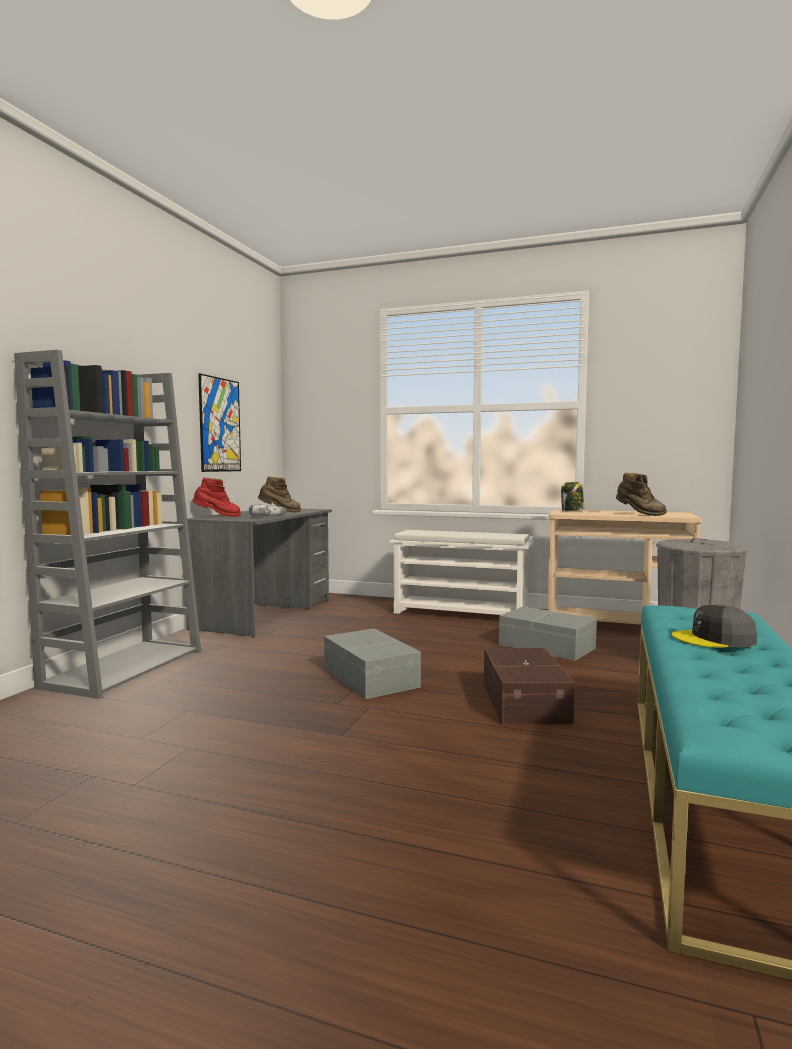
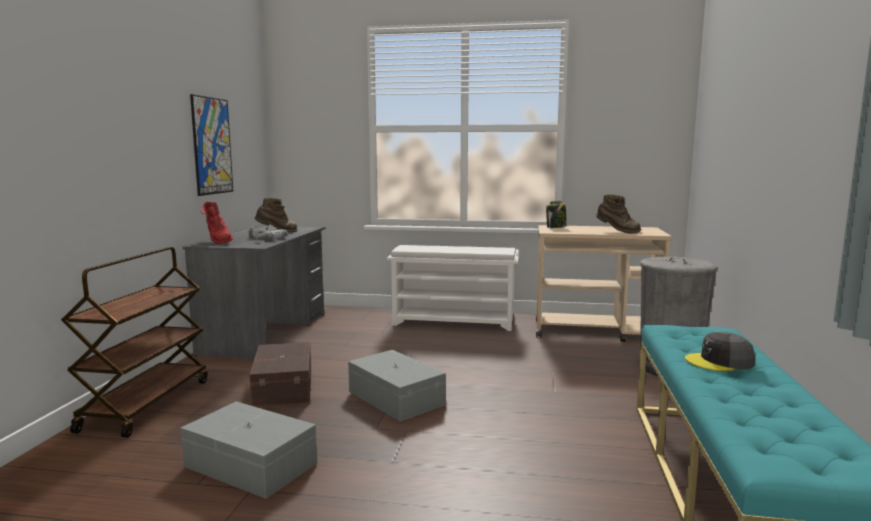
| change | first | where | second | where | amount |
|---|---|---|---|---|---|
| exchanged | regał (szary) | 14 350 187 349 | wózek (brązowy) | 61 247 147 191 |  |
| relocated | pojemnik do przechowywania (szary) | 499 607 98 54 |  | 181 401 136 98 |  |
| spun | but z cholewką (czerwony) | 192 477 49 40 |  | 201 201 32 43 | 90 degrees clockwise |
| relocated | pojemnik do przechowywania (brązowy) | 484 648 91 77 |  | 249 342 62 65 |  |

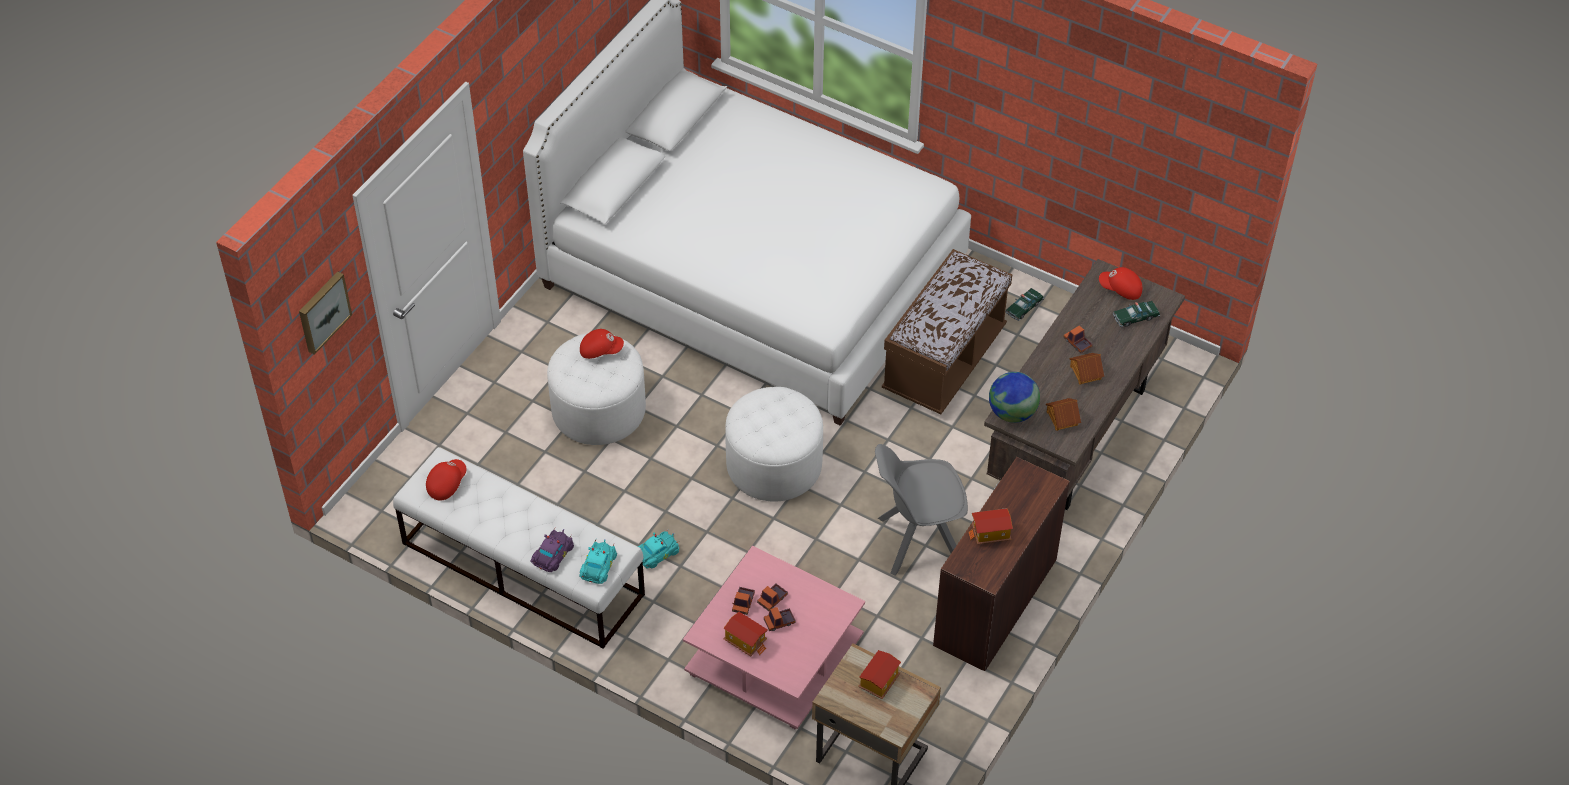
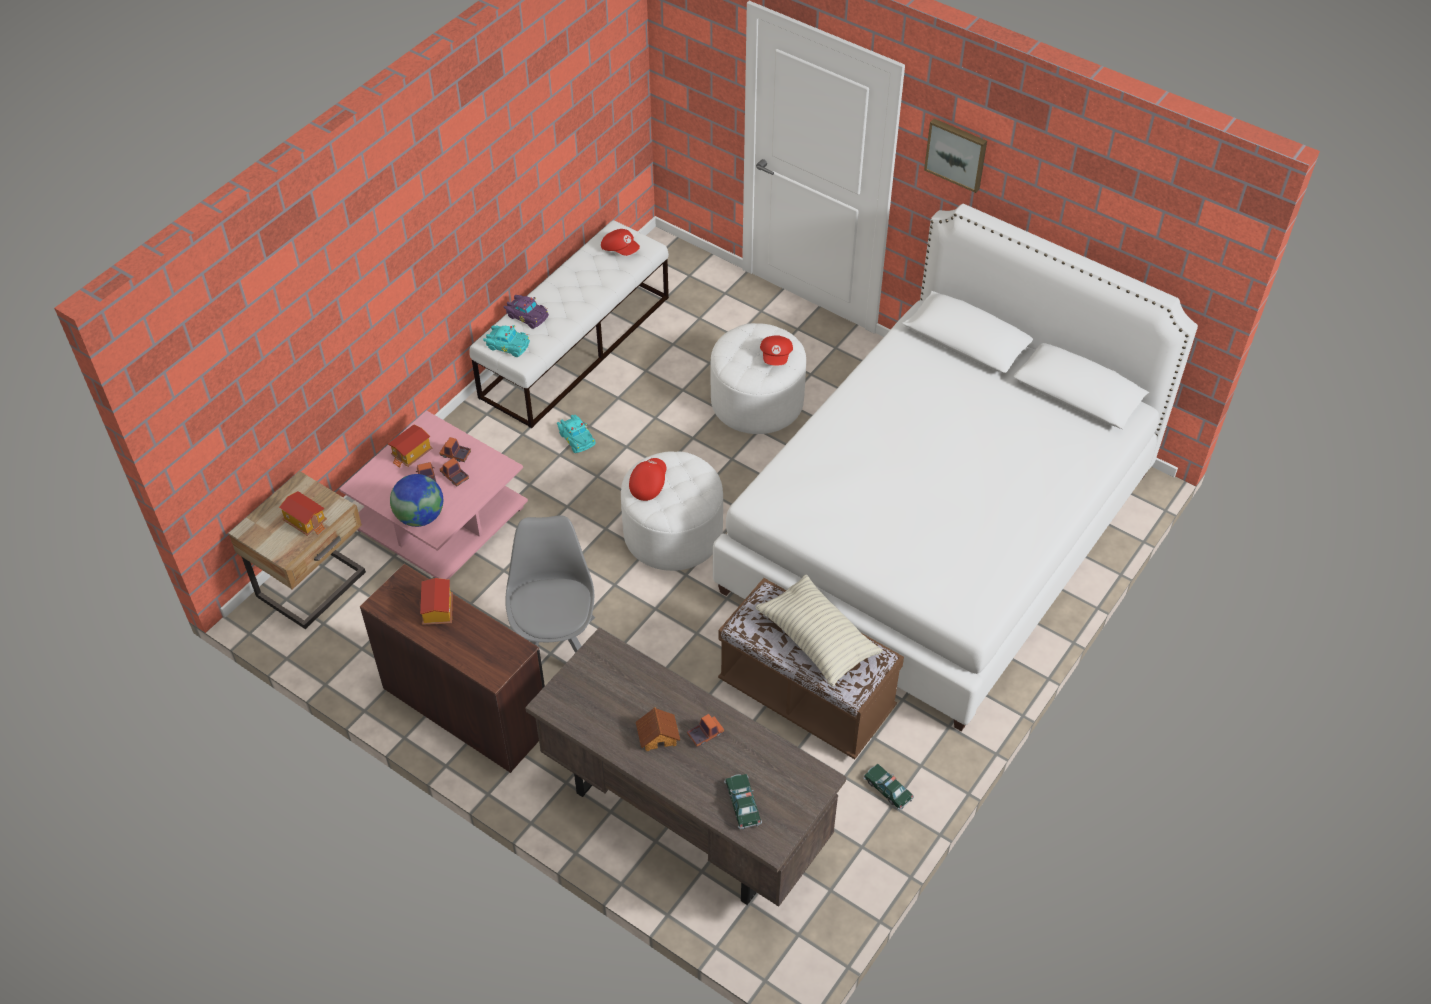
| change | first | where | second | where | amount |
|---|---|---|---|---|---|
| relocated | globus | 989 372 51 51 |  | 390 474 53 53 |  |
| relocated | czapka z daszkiem (czerwony) | 1099 267 43 33 |  | 629 458 37 43 |  |
| appeared |  |  | poduszka | 755 575 128 112 |  |
| relocated | obraz | 299 272 53 83 |  | 924 119 63 74 |  |
| missing | domek | 1046 398 35 33 |  |  |  |

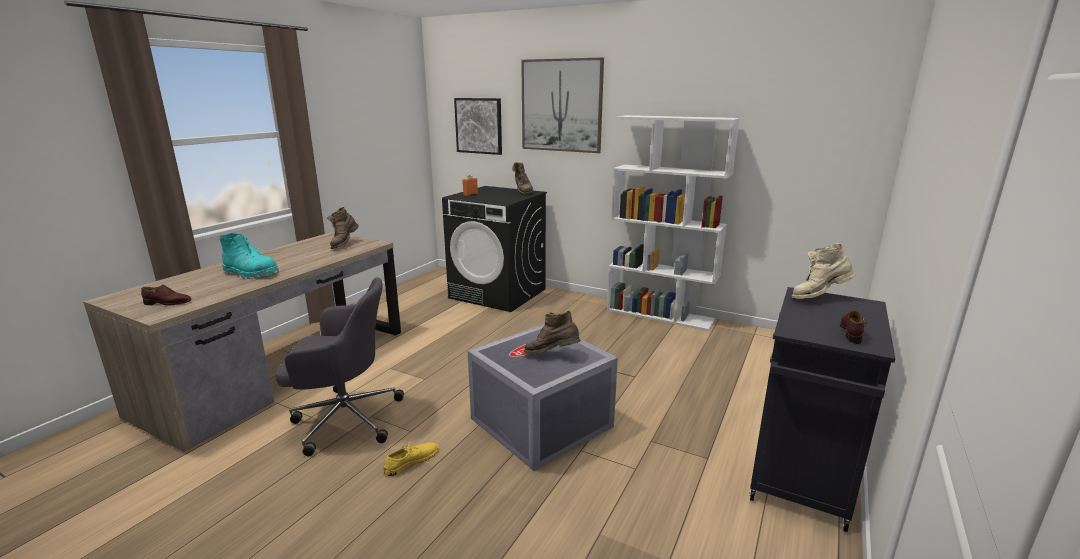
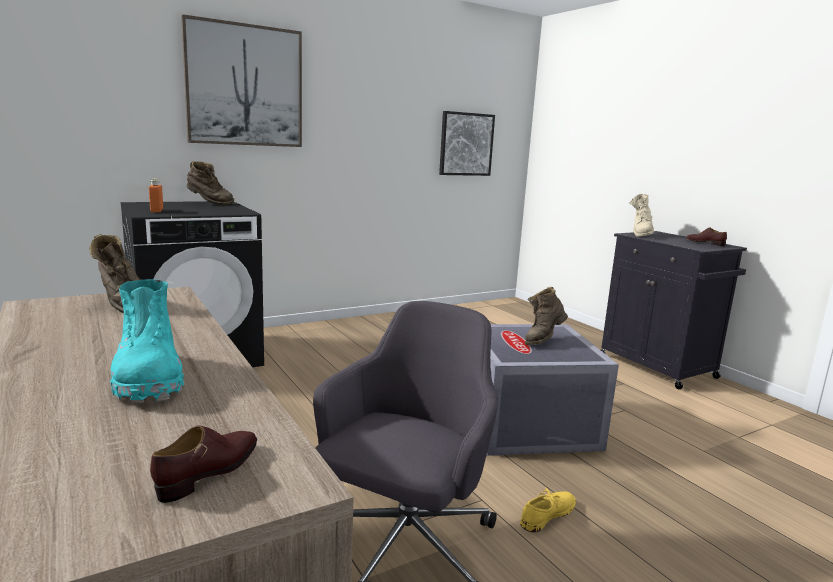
| change | first | where | second | where | amount |
|---|---|---|---|---|---|
| spun | but z cholewką (turkusowy) | 219 233 60 46 |  | 110 279 74 124 | 105 degrees clockwise |
| relocated | obraz | 454 98 48 57 |  | 439 111 56 65 |  |
| spun | but (żółty) | 383 442 56 34 |  | 520 488 56 44 | 60 degrees clockwise |
| missing | regał (biały) | 607 115 133 216 |  |  |  |

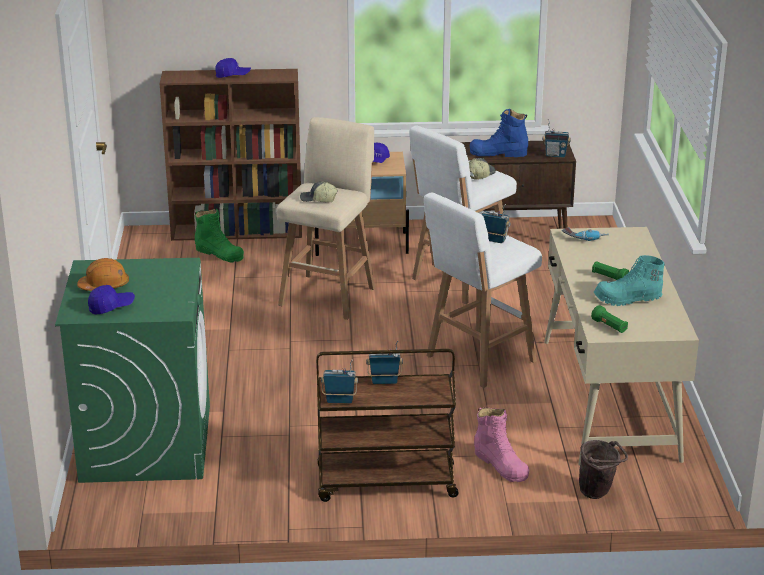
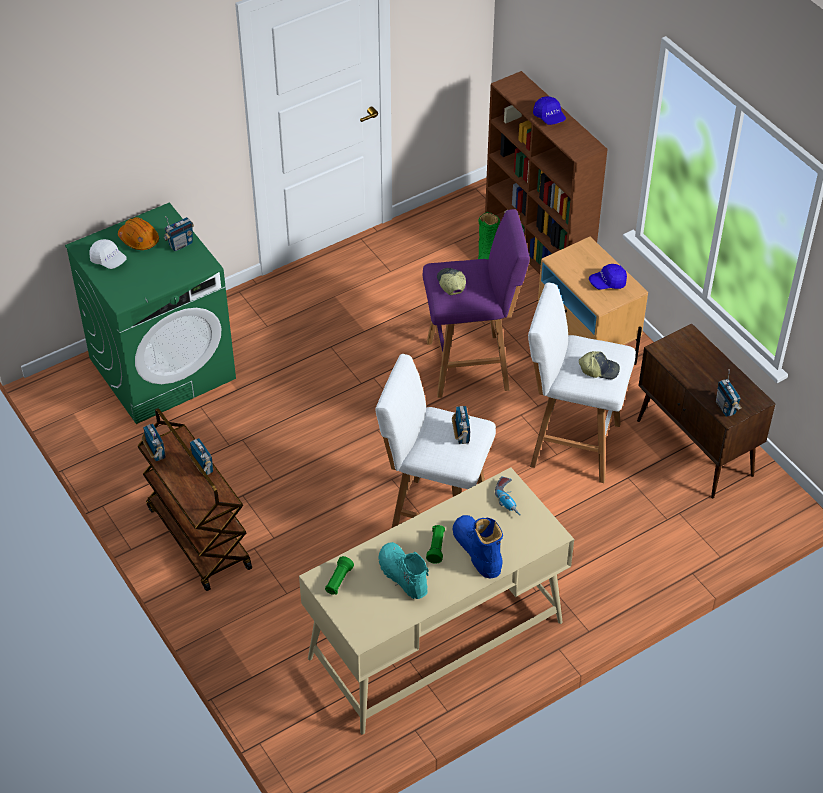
| change | first | where | second | where | amount |
|---|---|---|---|---|---|
| colour | czapka z daszkiem (niebieski) | 88 285 47 30 | czapka z daszkiem (biały) | 89 239 38 30 |  |
| appeared |  |  | radio | 164 216 30 35 |  |
| colour | stołek (beżowy) | 276 117 99 203 | stołek (fioletowy) | 423 209 107 189 |  |
| relocated | but z cholewką (niebieski) | 470 109 58 48 |  | 453 515 50 63 |  |
| missing | but z cholewką (różowy) | 474 407 55 75 |  |  |  |
| missing | wiadro (brązowy) | 579 440 49 59 |  |  |  |

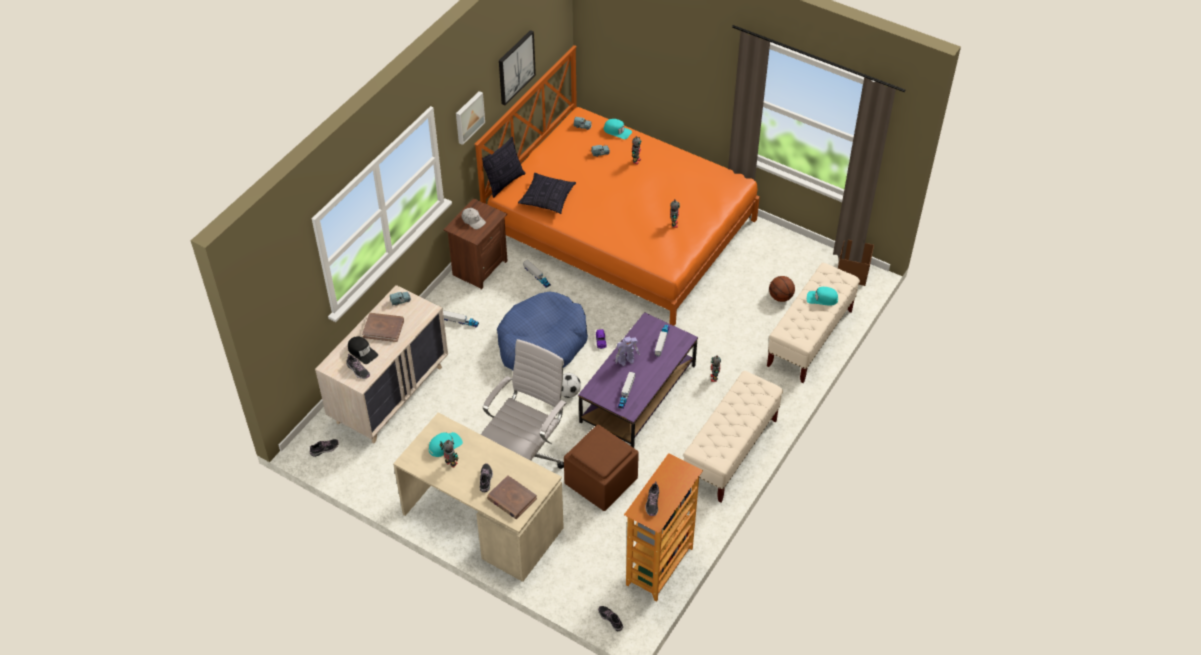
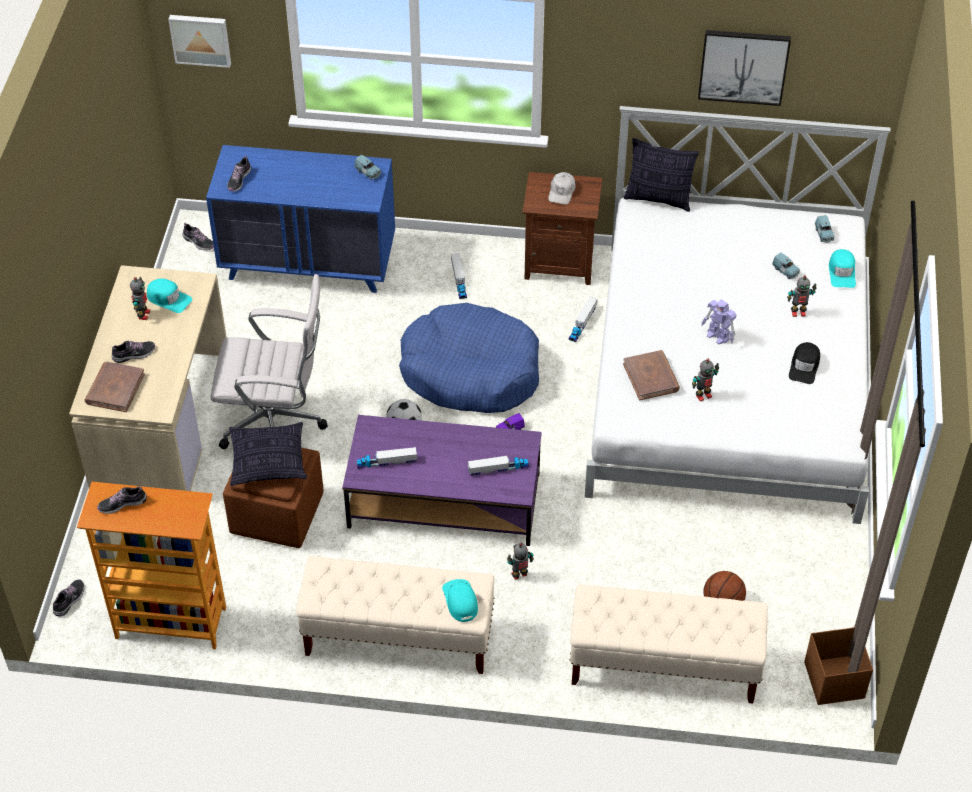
| change | first | where | second | where | amount |
|---|---|---|---|---|---|
| relocated | obraz | 456 91 29 54 |  | 168 15 63 53 |  |
| colour | komoda (beżowy) | 315 285 133 158 | komoda (niebieski) | 206 145 189 148 |  |
| relocated | poduszka | 518 173 58 41 |  | 229 422 78 64 |  |
| relocated | czapka z daszkiem (turkusowy) | 807 287 31 19 |  | 442 579 36 43 |  |
| colour | łóżko (pomarańczowy) | 474 45 286 281 | łóżko (biały) | 585 106 306 418 |  |
| relocated | książka (brązowy) | 362 313 42 29 |  | 623 350 57 50 |  |
| relocated | robot zabawkowy | 615 337 25 29 |  | 701 299 35 45 |  |
| relocated | czapka z daszkiem (czarny) | 348 336 30 28 |  | 789 342 31 42 |  |

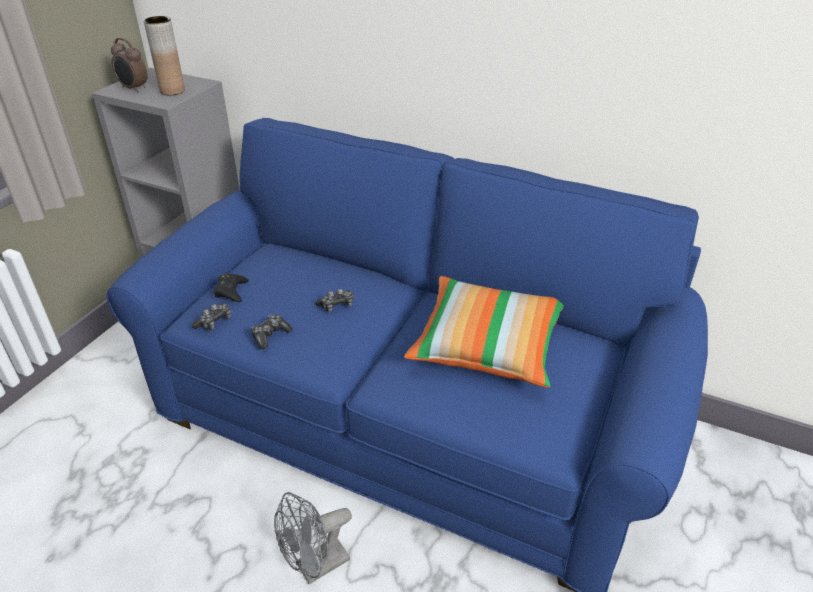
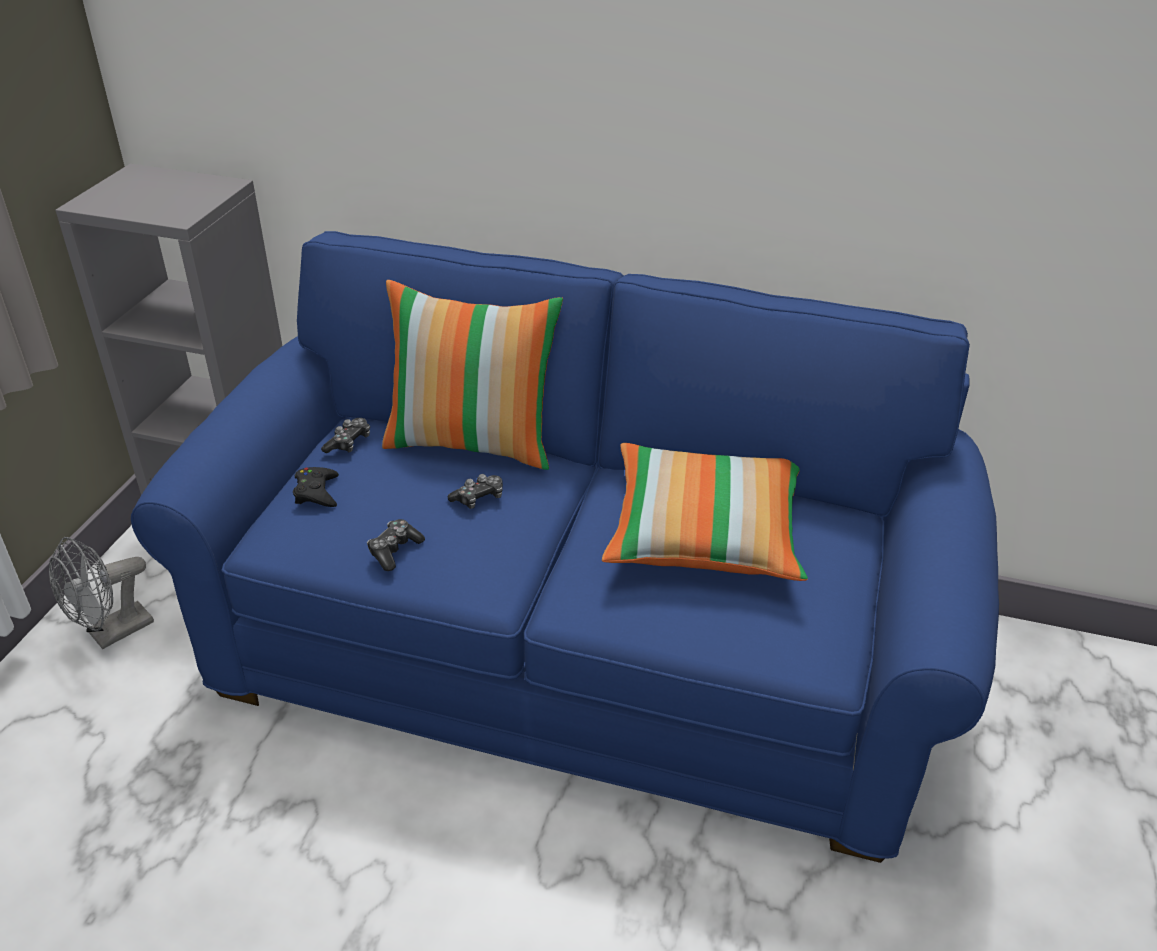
| change | first | where | second | where | amount |
|---|---|---|---|---|---|
| relocated | wentylator (szary) | 274 492 78 92 |  | 49 537 105 112 |  |
| relocated | pad do gier | 192 303 39 27 |  | 321 418 49 36 |  |
| appeared |  |  | poduszka | 382 280 181 190 |  |
| missing | budzik | 111 38 37 54 |  |  |  |
| missing | wazon (brązowy) | 144 16 41 79 |  |  |  |

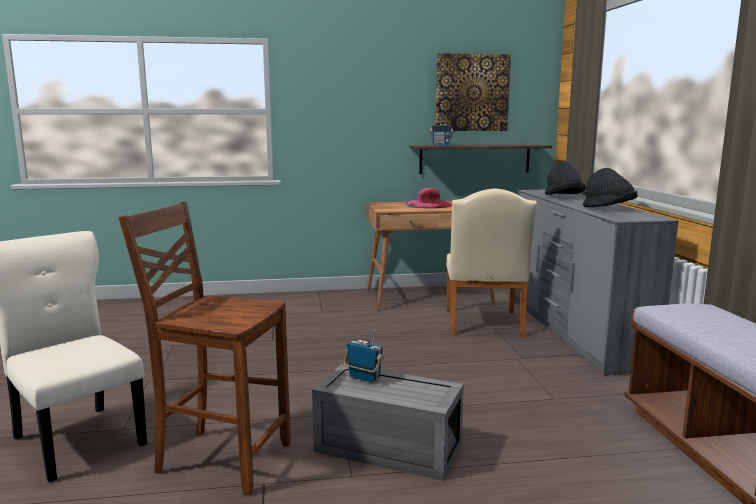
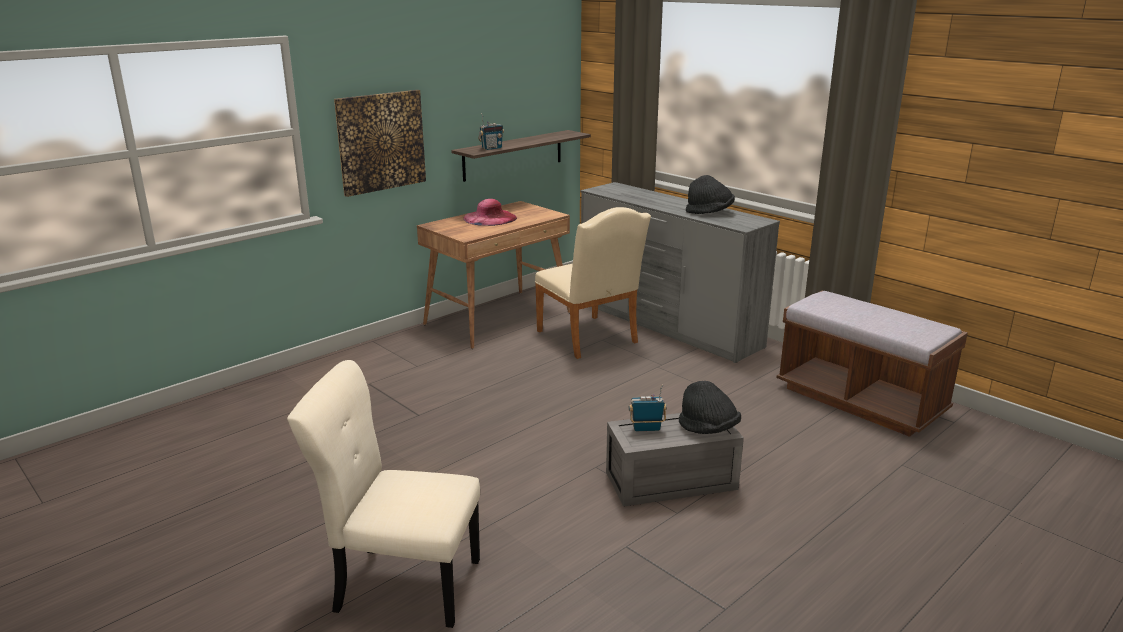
| change | first | where | second | where | amount |
|---|---|---|---|---|---|
| relocated | obraz | 435 53 76 78 |  | 334 90 92 107 |  |
| relocated | kapelusz (czarny) | 545 161 41 34 |  | 679 381 62 53 |  |
| missing | krzesło (brązowy) | 119 201 172 294 |  |  |  |

